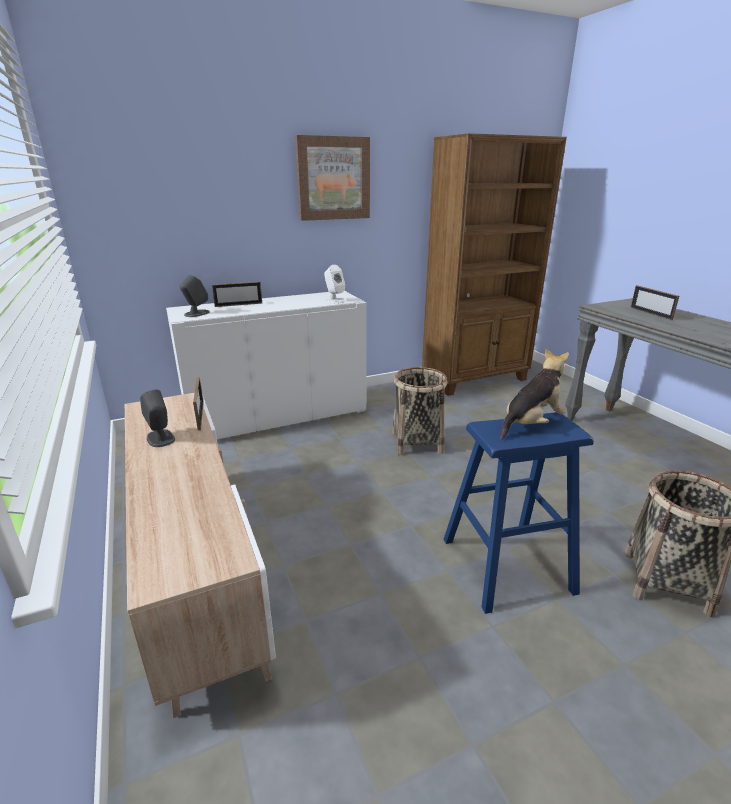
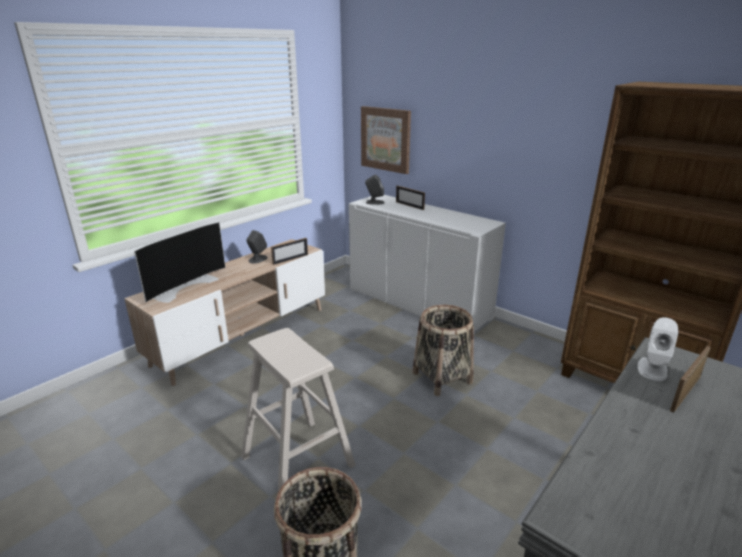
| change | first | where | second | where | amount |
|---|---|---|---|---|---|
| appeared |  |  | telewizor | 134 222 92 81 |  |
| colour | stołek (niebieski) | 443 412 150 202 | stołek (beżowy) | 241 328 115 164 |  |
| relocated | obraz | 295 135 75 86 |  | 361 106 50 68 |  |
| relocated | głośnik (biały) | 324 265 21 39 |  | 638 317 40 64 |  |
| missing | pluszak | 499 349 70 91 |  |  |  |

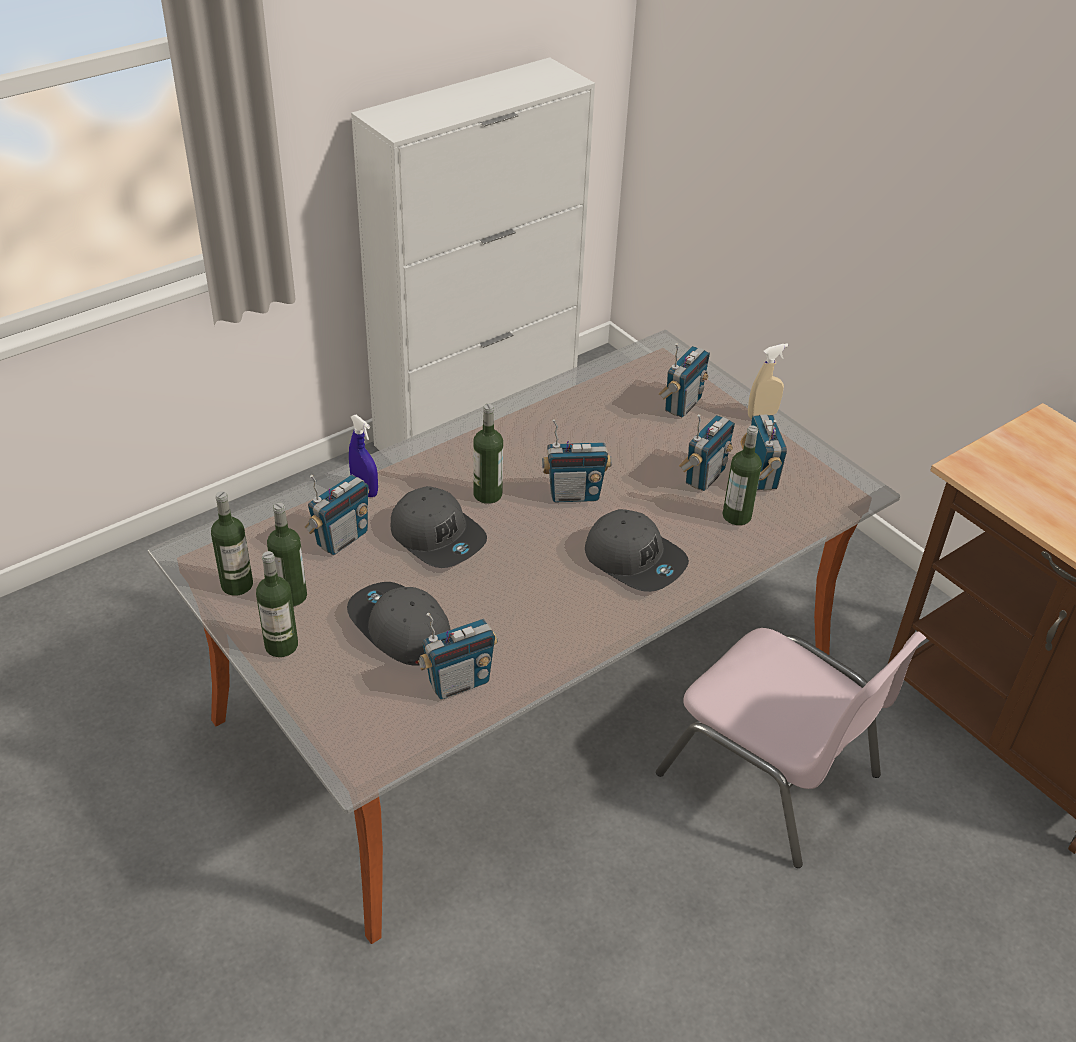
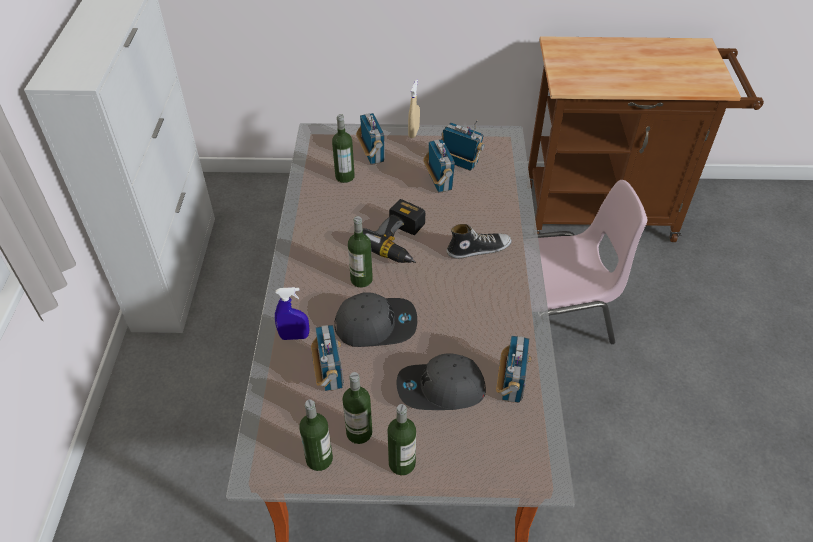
| change | first | where | second | where | amount |
|---|---|---|---|---|---|
| relocated | butelka | 722 425 40 100 |  | 332 114 23 69 |  |
| exchanged | radio | 542 419 70 83 | wiertarka | 363 199 62 64 |  |
| exchanged | czapka z daszkiem (szary) | 585 509 104 83 | but | 446 224 66 35 |  |

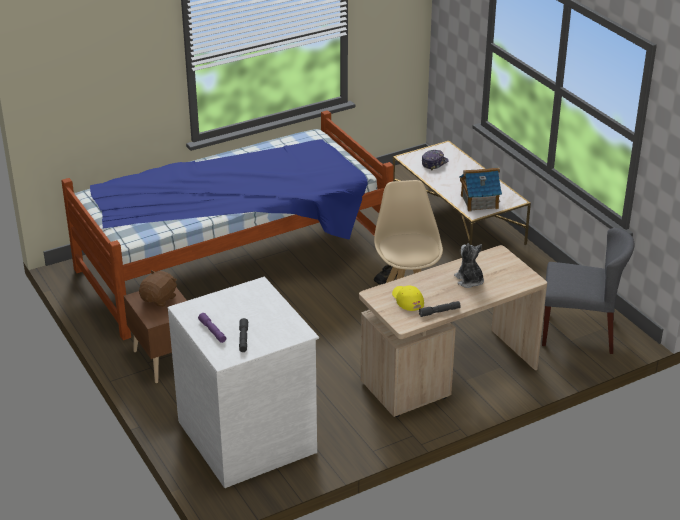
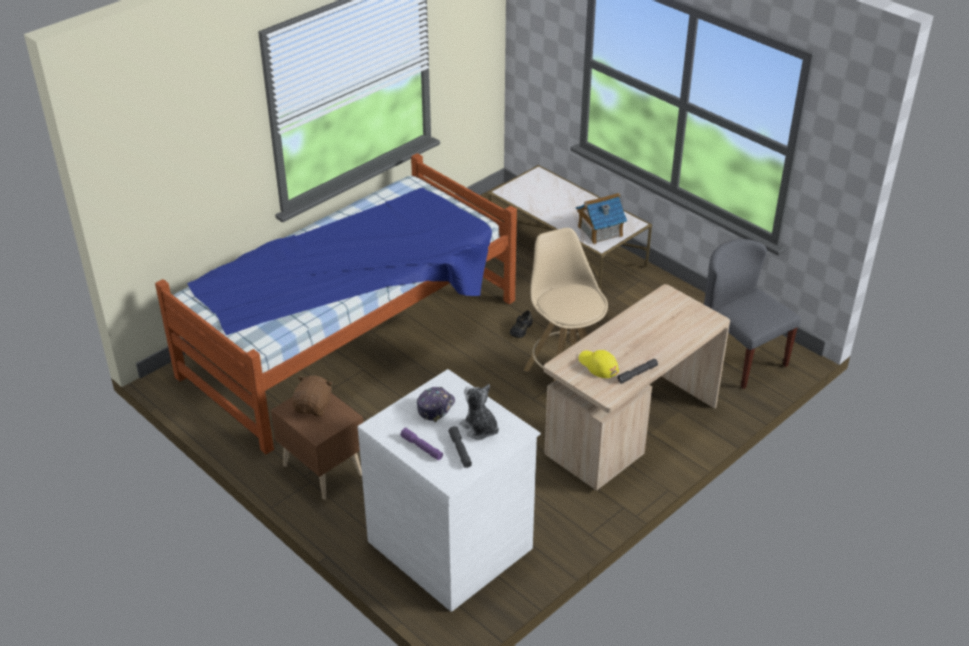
| change | first | where | second | where | amount |
|---|---|---|---|---|---|
| relocated | czapka z daszkiem | 422 150 27 20 |  | 417 387 38 35 |  |
| relocated | pluszak | 454 243 30 45 |  | 459 384 40 56 |  |
| spun | krzesło (szary) | 542 228 93 126 |  | 704 239 97 150 | 120 degrees counterclockwise |

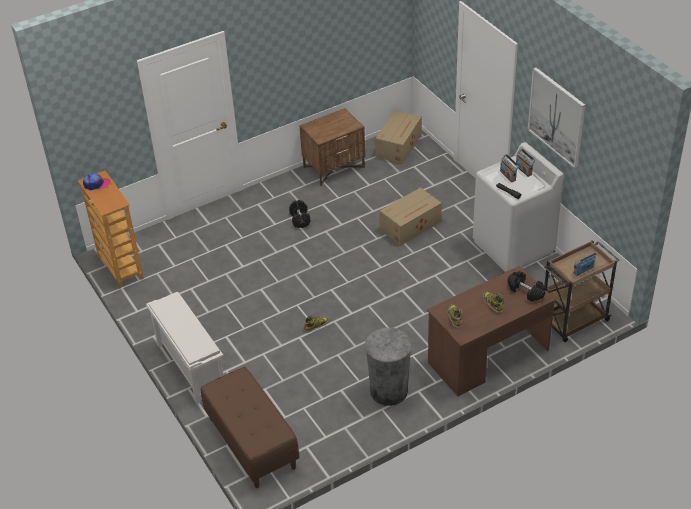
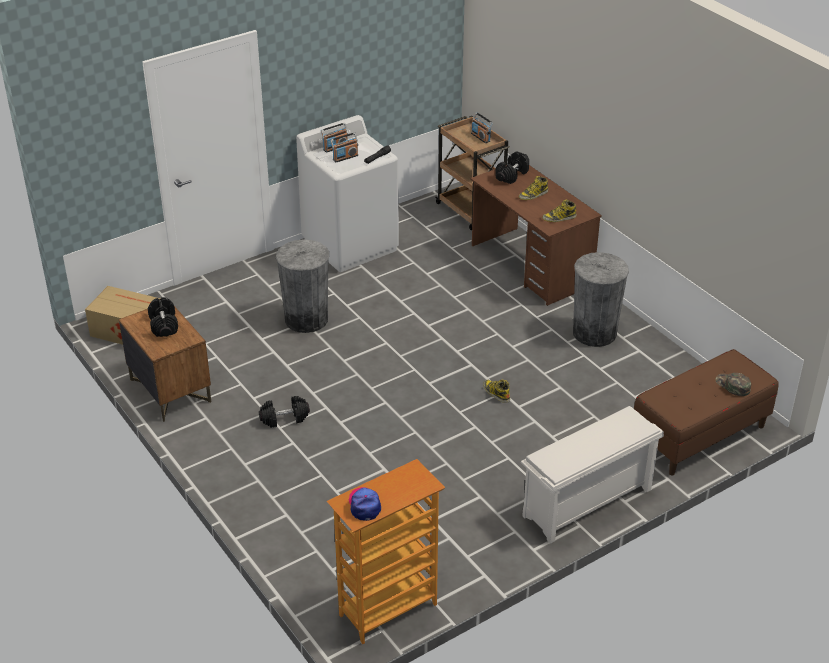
| change | first | where | second | where | amount |
|---|---|---|---|---|---|
| appeared |  |  | hantel (czarny) | 148 297 30 40 |  |
| exchanged | karton | 379 187 63 59 | kosz na śmieci (szary) | 276 239 53 94 |  |
| appeared |  |  | czapka z daszkiem (zielony) | 715 373 36 23 |  |
| missing | obraz | 528 67 57 102 |  |  |  |

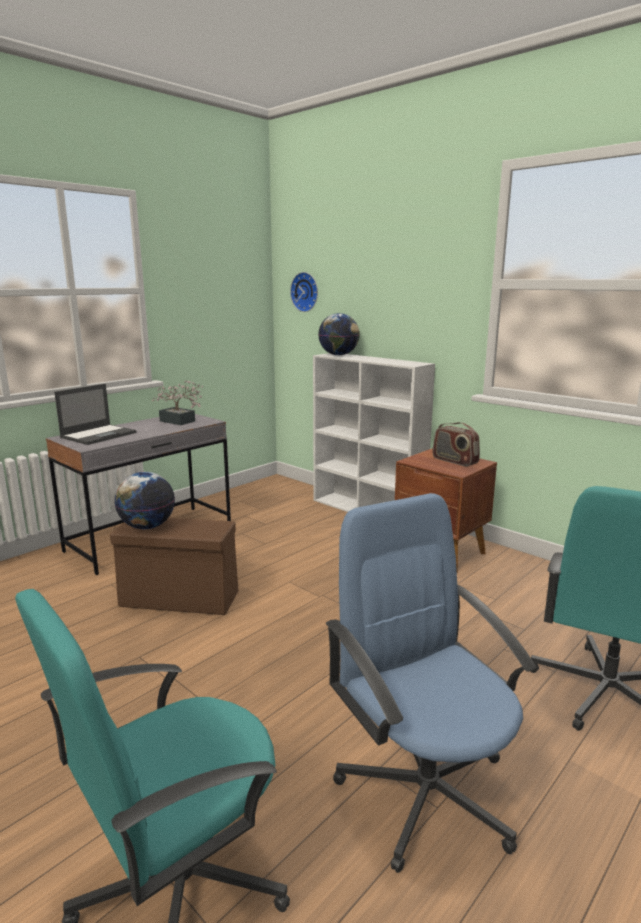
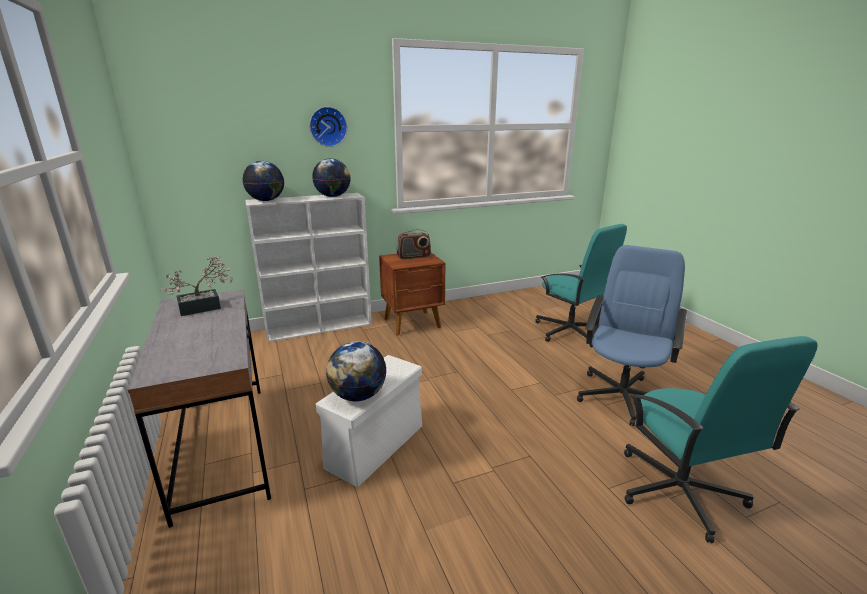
| change | first | where | second | where | amount |
|---|---|---|---|---|---|
| relocated | zegar ścienny | 290 272 28 40 |  | 309 107 39 40 |  |
| appeared |  |  | globus | 312 158 39 39 |  |
| colour | pojemnik do przechowywania (brązowy) | 110 518 129 97 | pojemnik do przechowywania (biały) | 316 355 106 132 |  |
| spun | krzesło biurowe (niebieski) | 326 493 210 380 |  | 577 245 110 181 | 120 degrees clockwise |
| missing | laptop | 54 384 83 61 |  |  |  |

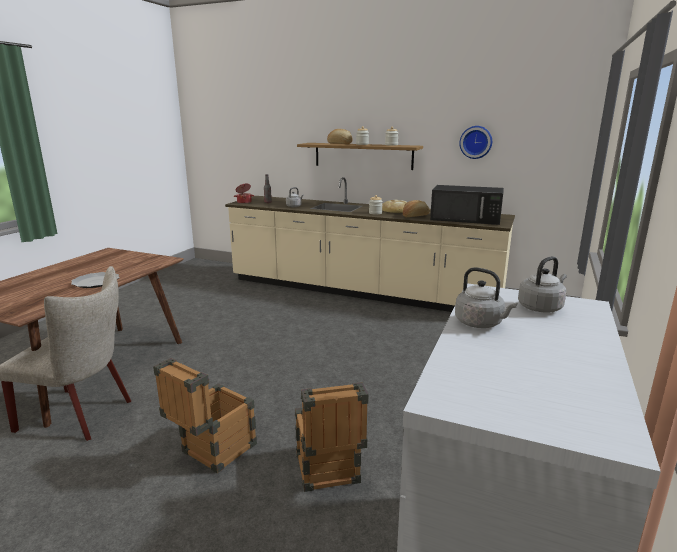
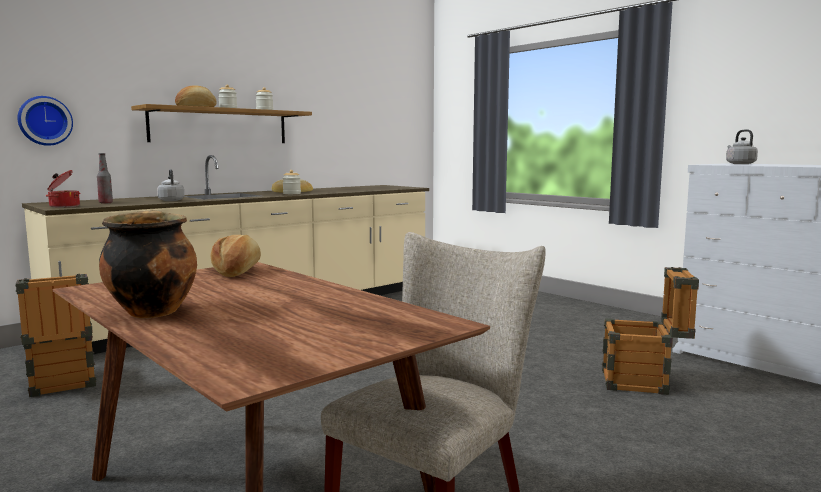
| change | first | where | second | where | amount |
|---|---|---|---|---|---|
| relocated | skrzynka | 153 358 104 115 |  | 15 274 81 123 |  |
| relocated | zegar ścienny | 459 126 33 33 |  | 17 96 56 50 |  |
| appeared |  |  | garnek | 99 210 98 108 |  |
| relocated | chleb | 403 200 27 17 |  | 210 235 51 42 |  |
| missing | talerz | 71 272 49 16 |  |  |  |
| missing | mikrofalówka (czarny) | 430 185 74 40 |  |  |  |
| missing | czajnik (szary) | 455 267 62 61 |  |  |  |

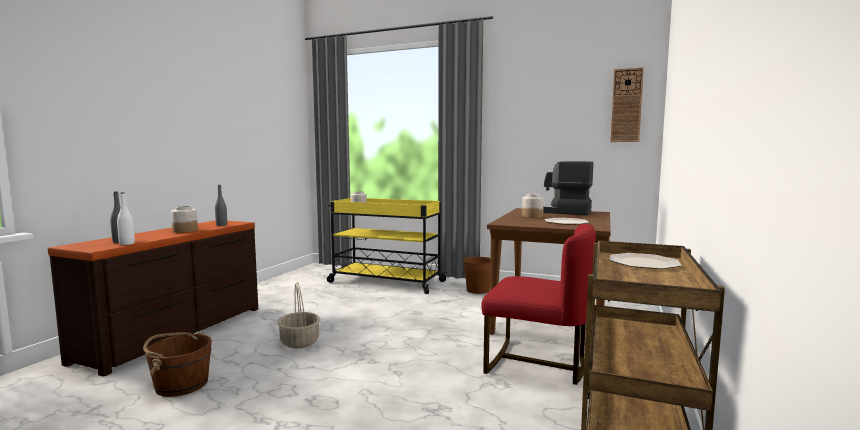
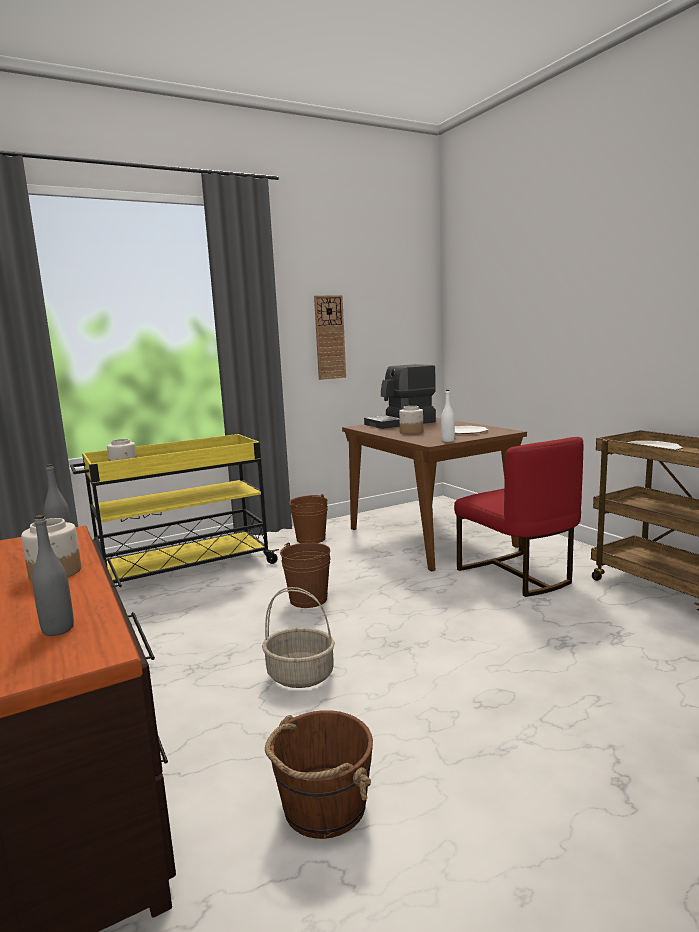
| change | first | where | second | where | amount |
|---|---|---|---|---|---|
| appeared |  |  | wiadro (brązowy) | 280 542 51 66 |  |
| relocated | zegar ścienny | 610 67 34 75 |  | 314 295 32 85 |  |
| relocated | butelka (biały) | 117 192 18 53 |  | 441 390 14 52 |  |
| spun | krzesło (czerwony) | 481 224 115 161 |  | 454 437 129 160 | 90 degrees clockwise |

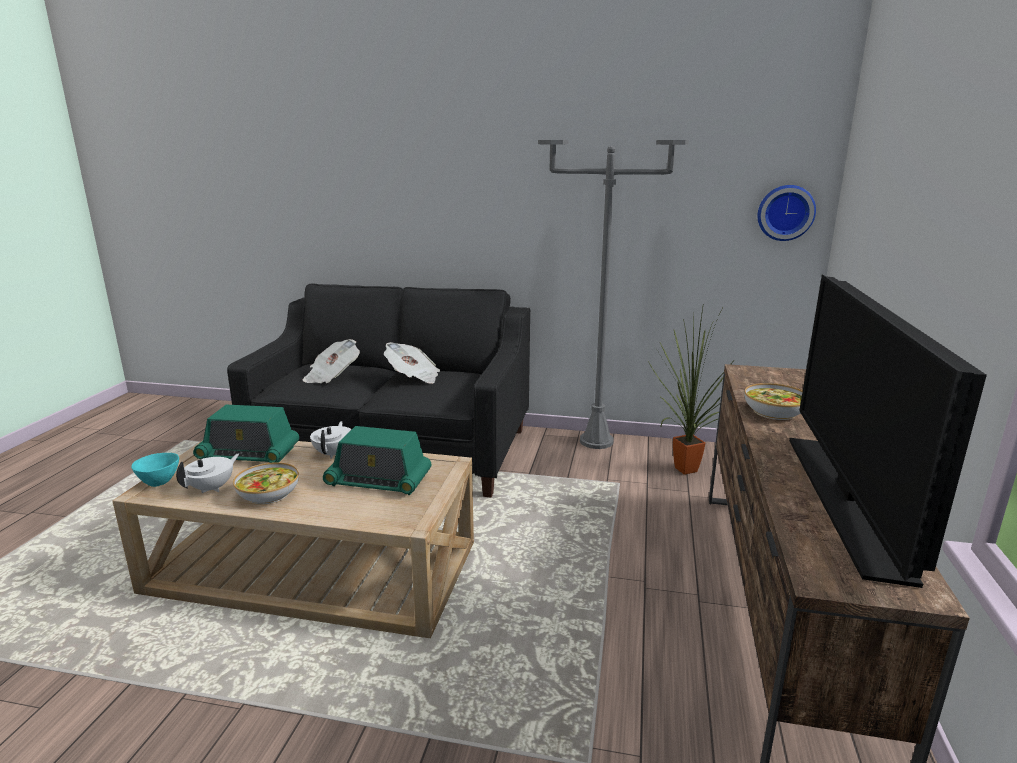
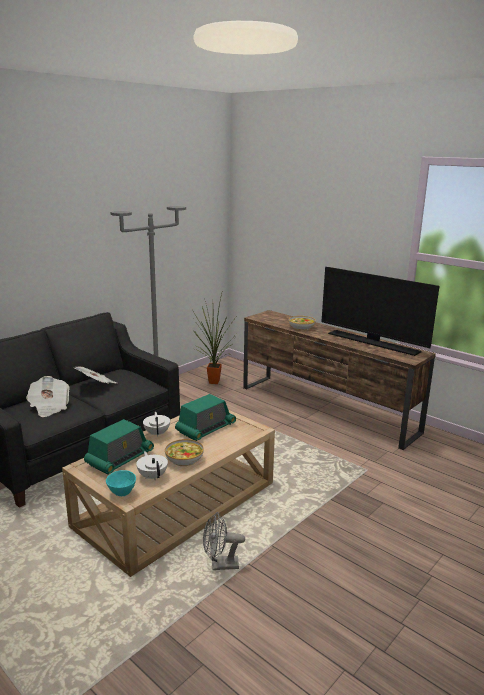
| change | first | where | second | where | amount |
|---|---|---|---|---|---|
| spun | imbryk (biały) | 310 421 42 38 |  | 143 412 27 25 | 45 degrees clockwise |
| appeared |  |  | wentylator (szary) | 203 512 42 58 |  |
| missing | zegar ścienny | 758 185 58 56 |  |  |  |

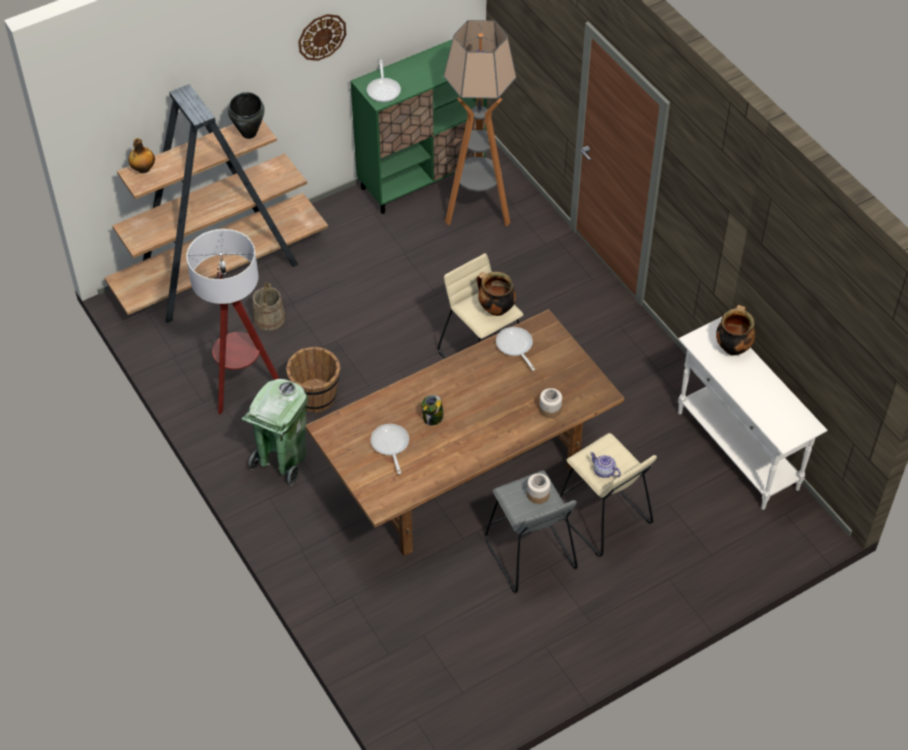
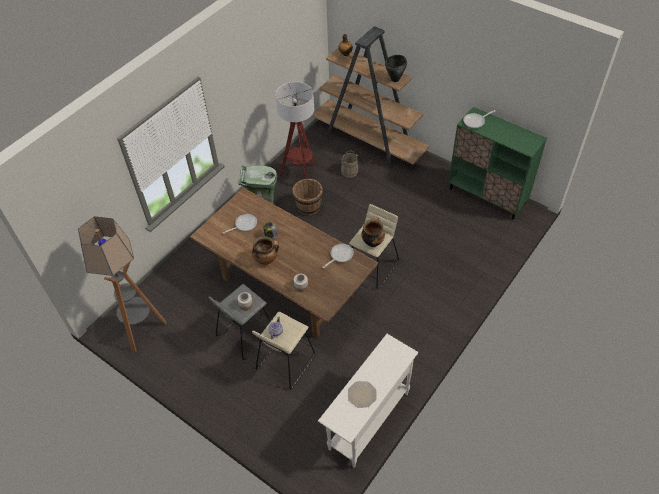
| change | first | where | second | where | amount |
|---|---|---|---|---|---|
| relocated | lampa stojąca | 444 20 73 206 |  | 78 216 89 136 |  |
| relocated | garnek | 716 305 39 50 |  | 252 236 27 29 |  |
| appeared |  |  | talerz | 348 381 29 26 |  |
| missing | zegar ścienny | 298 14 48 47 |  |  |  |

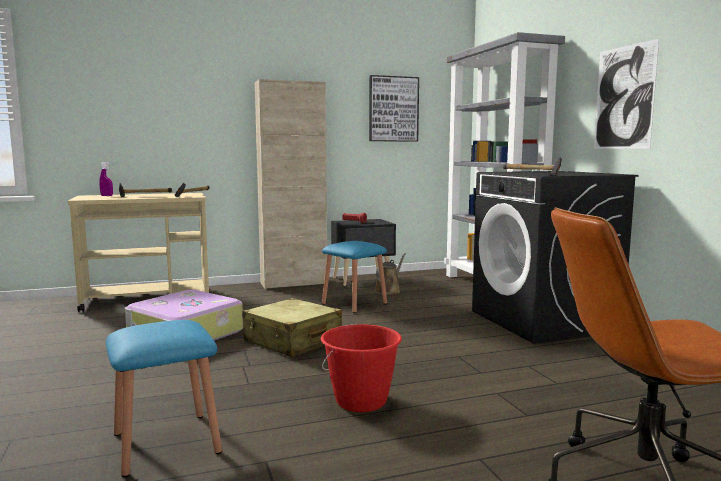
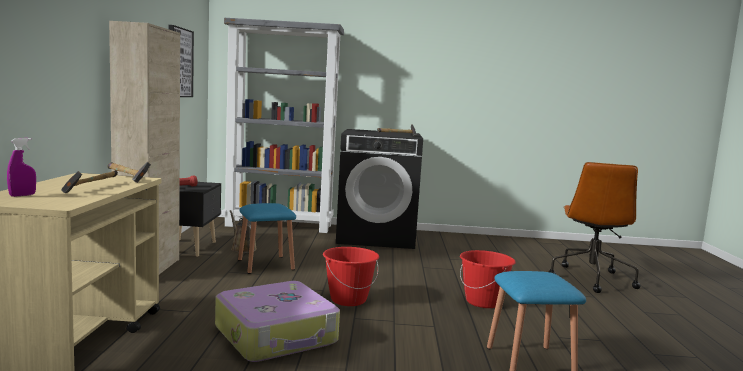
| change | first | where | second | where | amount |
|---|---|---|---|---|---|
| exchanged | walizka (beżowy) | 242 298 100 59 | wiadro (czerwony) | 323 247 56 59 |  |
| missing | obraz | 594 39 65 110 |  |  |  |

